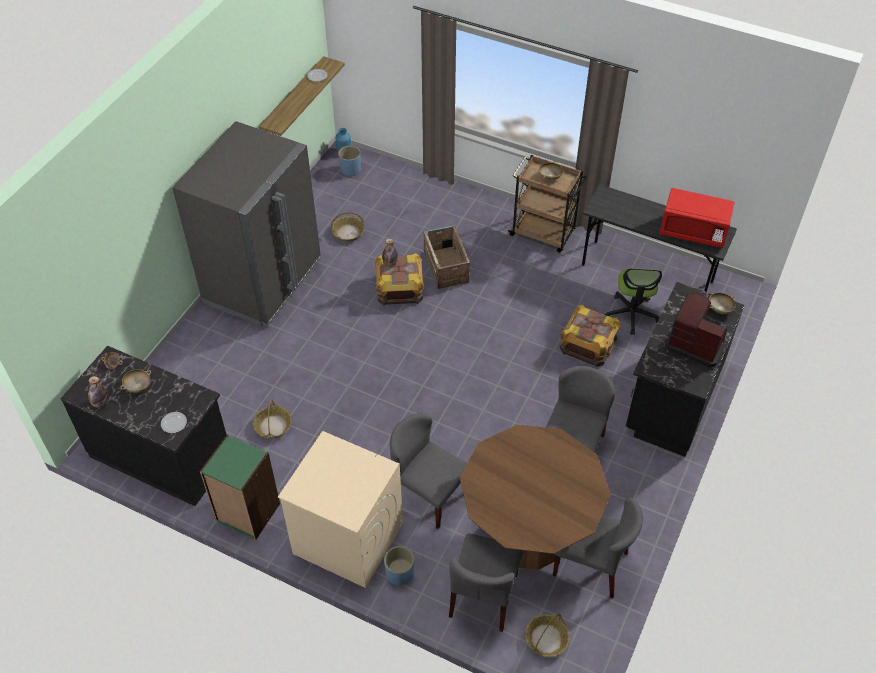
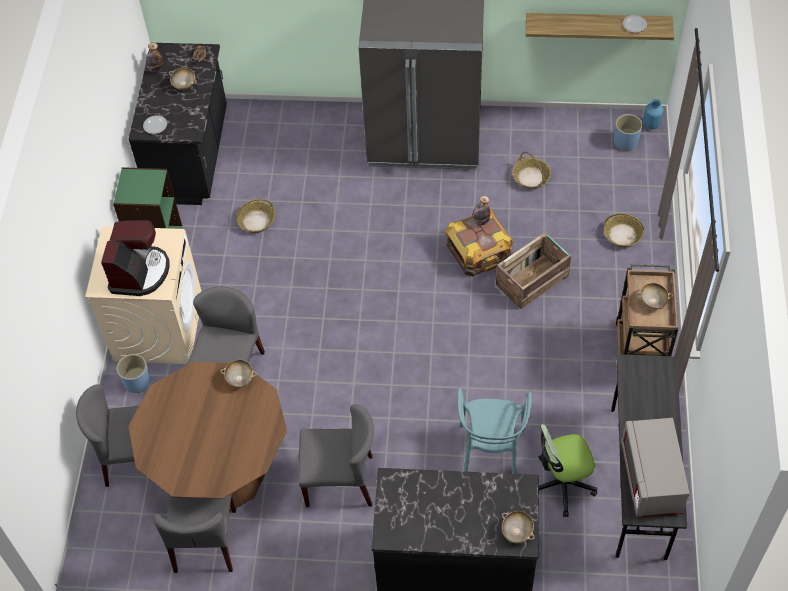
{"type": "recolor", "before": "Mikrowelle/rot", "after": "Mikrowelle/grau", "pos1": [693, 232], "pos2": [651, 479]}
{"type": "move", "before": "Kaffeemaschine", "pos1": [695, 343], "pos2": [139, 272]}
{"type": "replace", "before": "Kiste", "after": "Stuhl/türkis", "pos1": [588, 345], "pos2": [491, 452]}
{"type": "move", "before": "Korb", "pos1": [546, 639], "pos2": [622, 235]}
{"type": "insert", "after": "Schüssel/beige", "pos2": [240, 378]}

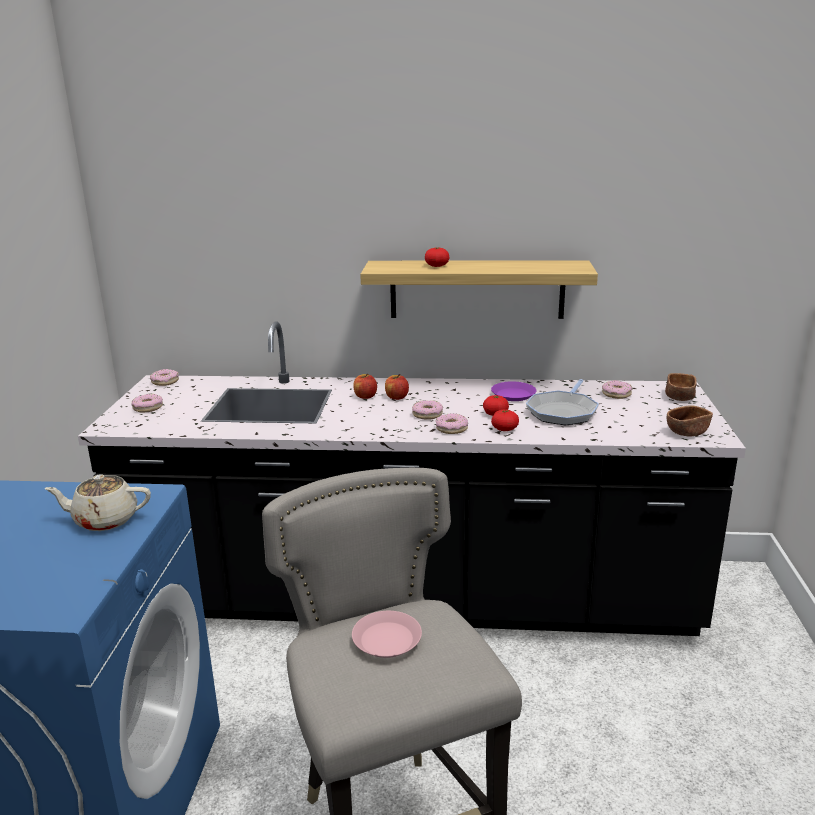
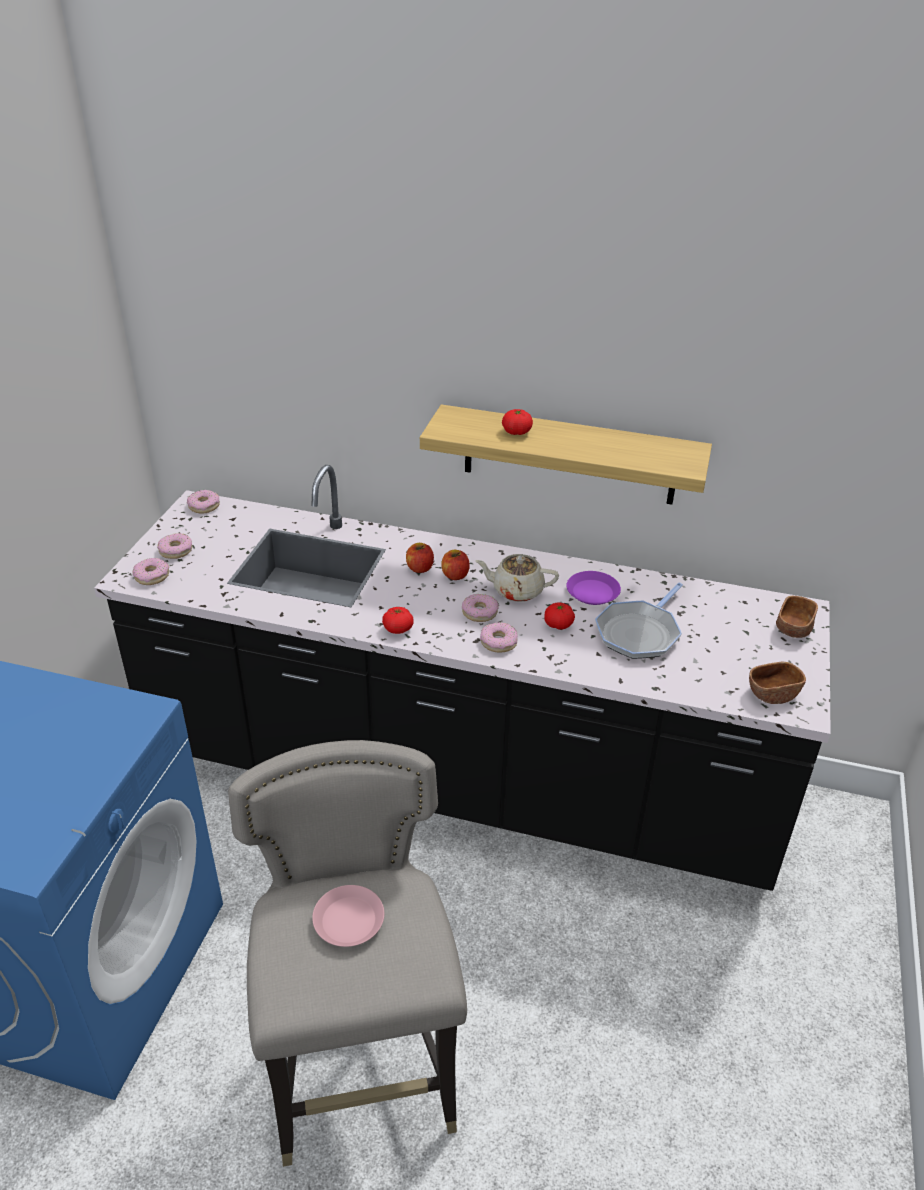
{"type": "move", "before": "Donut", "pos1": [616, 394], "pos2": [152, 576]}
{"type": "move", "before": "Tomate", "pos1": [504, 429], "pos2": [398, 629]}
{"type": "move", "before": "Teekanne/beige", "pos1": [104, 520], "pos2": [516, 590]}

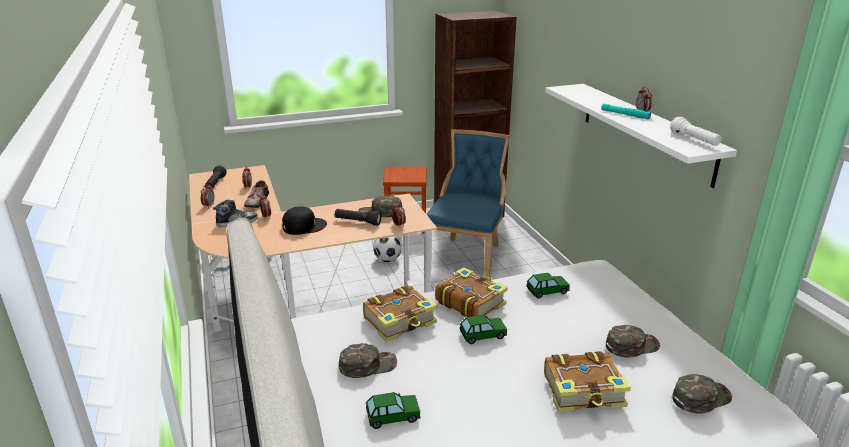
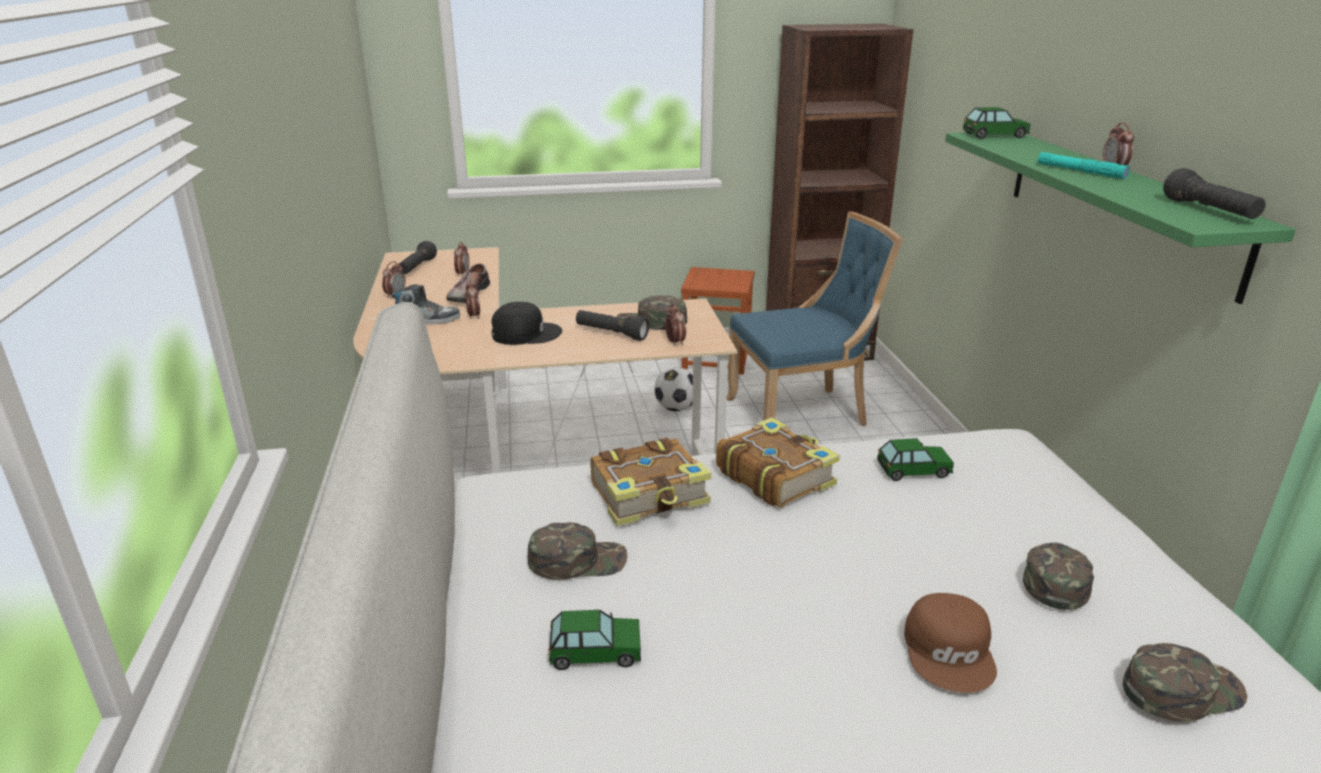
{"type": "recolor", "before": "Wandregal/weiß", "after": "Wandregal/grün", "pos1": [645, 131], "pos2": [1116, 205]}
{"type": "recolor", "before": "Taschenlampe/weiß", "after": "Taschenlampe/schwarz", "pos1": [694, 140], "pos2": [1209, 211]}
{"type": "rotate", "before": "Stuhl/blau", "pos1": [467, 256], "pos2": [802, 414], "turn": 45}
{"type": "move", "before": "Spielzeugauto", "pos1": [483, 335], "pos2": [994, 135]}
{"type": "rotate", "before": "Kappe/grün", "pos1": [631, 345], "pos2": [1054, 578], "turn": -60}
{"type": "replace", "before": "Buch", "after": "Kappe/braun", "pos1": [584, 391], "pos2": [950, 651]}

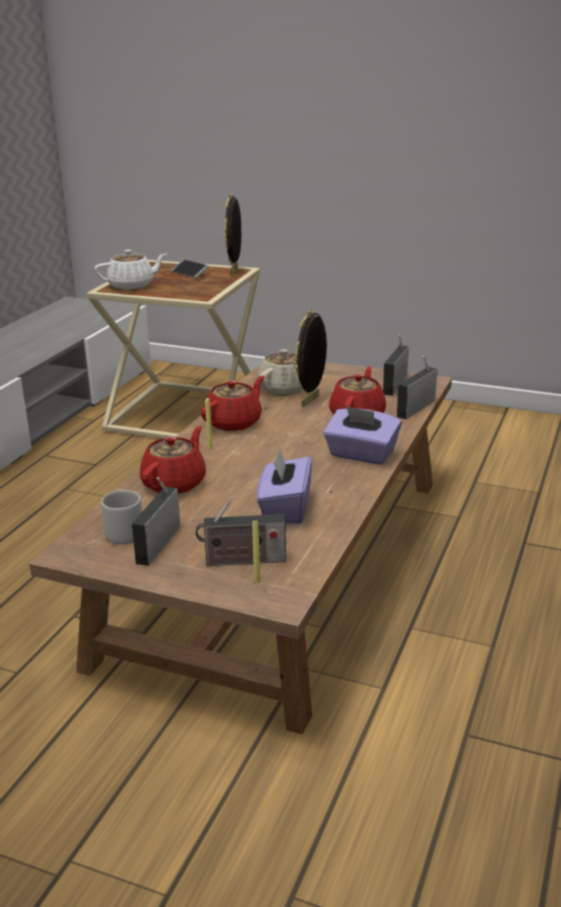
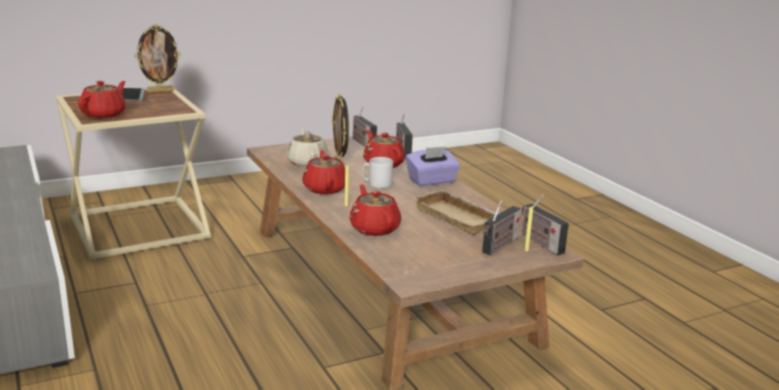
{"type": "rotate", "before": "Bilderrahmen", "pos1": [234, 271], "pos2": [160, 91], "turn": -75}
{"type": "recolor", "before": "Teekanne/weiß", "after": "Teekanne/rot", "pos1": [132, 286], "pos2": [104, 114]}
{"type": "replace", "before": "Taschentuchbox/lila", "after": "Tablett/beige", "pos1": [285, 508], "pos2": [459, 217]}
{"type": "move", "before": "Radio", "pos1": [159, 542], "pos2": [539, 243]}
{"type": "move", "before": "Henkelbecher/grau", "pos1": [122, 533], "pos2": [377, 184]}

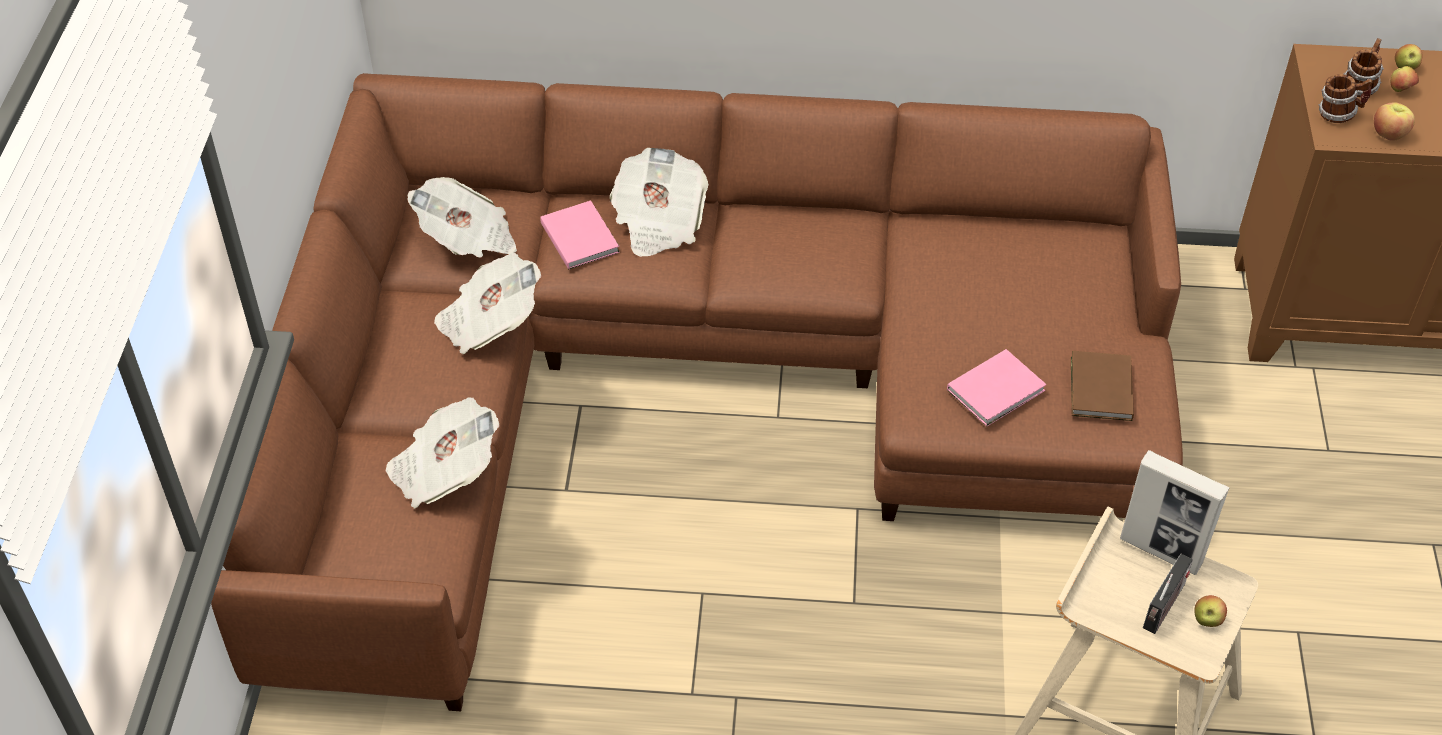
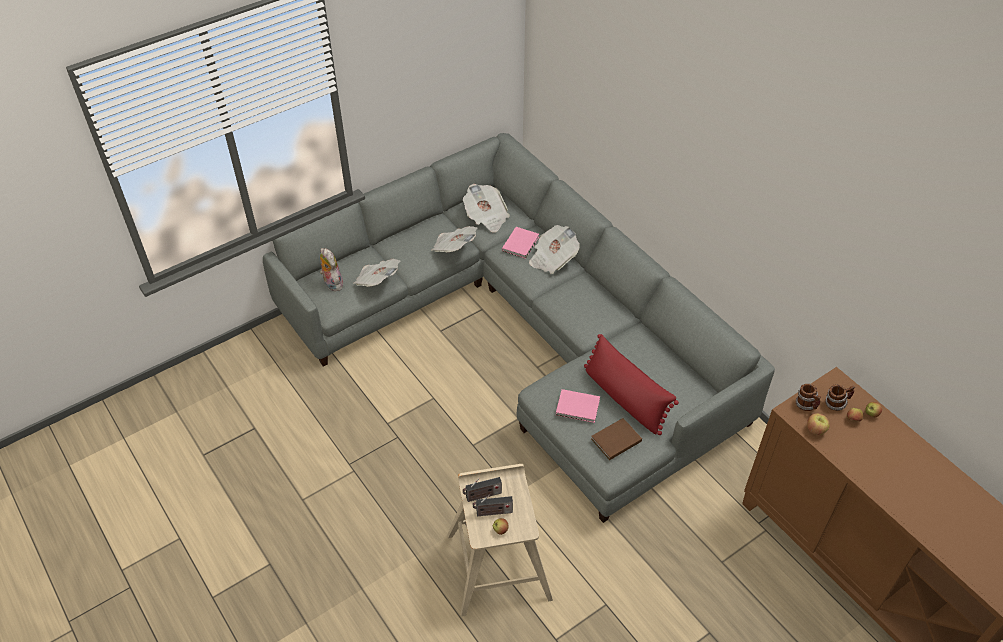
{"type": "recolor", "before": "Sofa/braun", "after": "Sofa/grau", "pos1": [679, 385], "pos2": [521, 329]}
{"type": "delete", "before": "Bilderrahmen", "pos1": [1161, 551]}
{"type": "insert", "after": "Plüschtier", "pos2": [331, 283]}
{"type": "insert", "after": "Kissen/rot", "pos2": [625, 398]}
{"type": "insert", "after": "Radio", "pos2": [482, 496]}

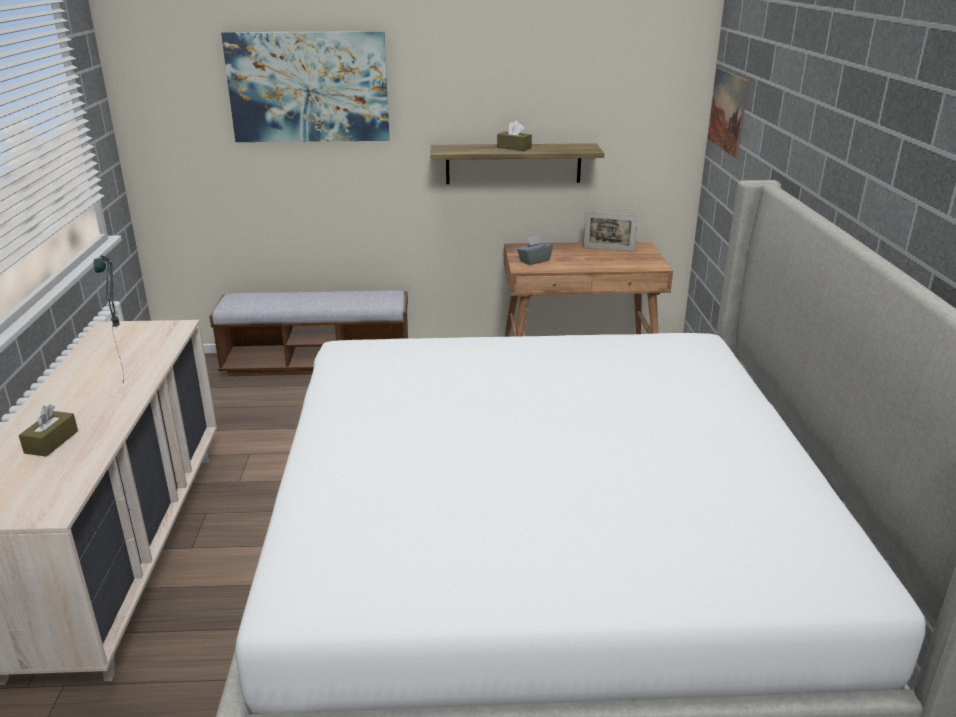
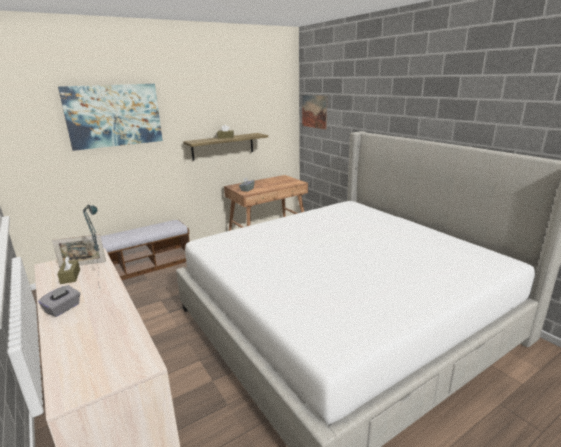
{"type": "move", "before": "Bilderrahmen", "pos1": [608, 249], "pos2": [83, 264]}
{"type": "move", "before": "Taschentuchbox/braun", "pos1": [51, 442], "pos2": [70, 276]}
{"type": "insert", "after": "Taschentuchbox/grau", "pos2": [63, 309]}

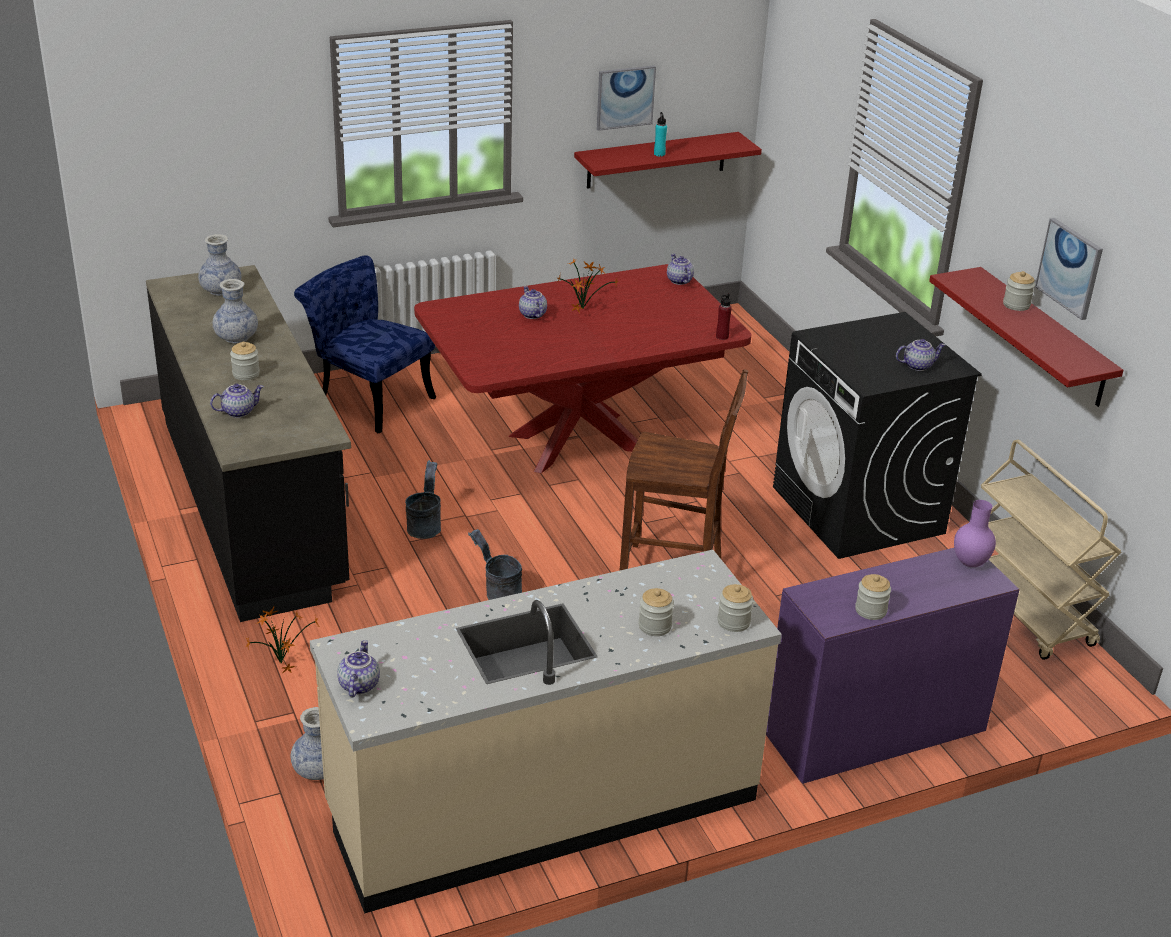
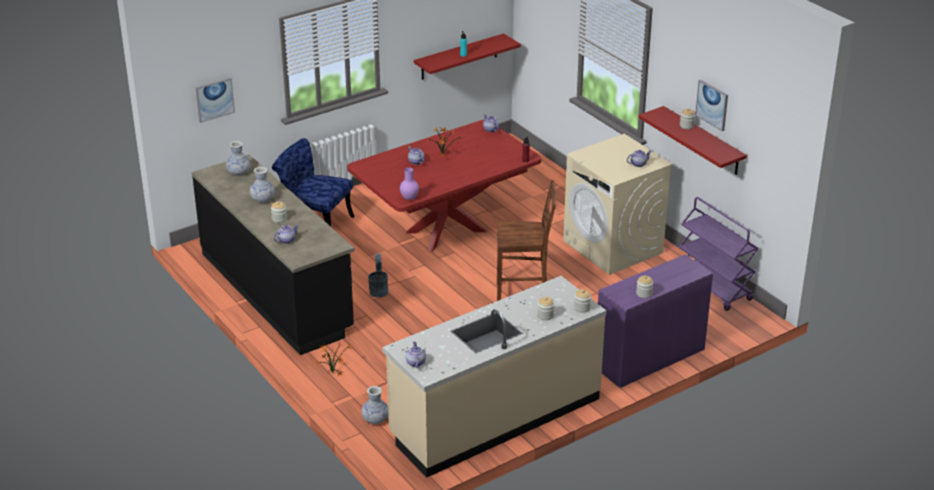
{"type": "move", "before": "Bild", "pos1": [625, 97], "pos2": [214, 99]}
{"type": "recolor", "before": "Waschmaschine/schwarz", "after": "Waschmaschine/beige", "pos1": [858, 511], "pos2": [613, 247]}
{"type": "recolor", "before": "Rollwagen/beige", "after": "Rollwagen/lila", "pos1": [1027, 612], "pos2": [714, 288]}
{"type": "move", "before": "Vase/lila", "pos1": [969, 564], "pos2": [409, 199]}
{"type": "delete", "before": "Eimer/grau", "pos1": [498, 592]}

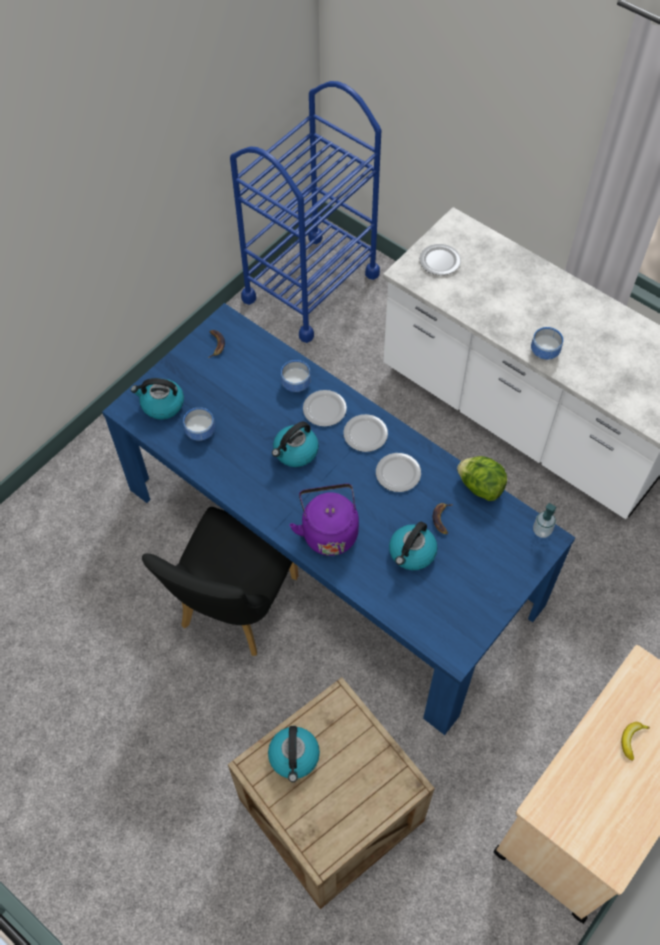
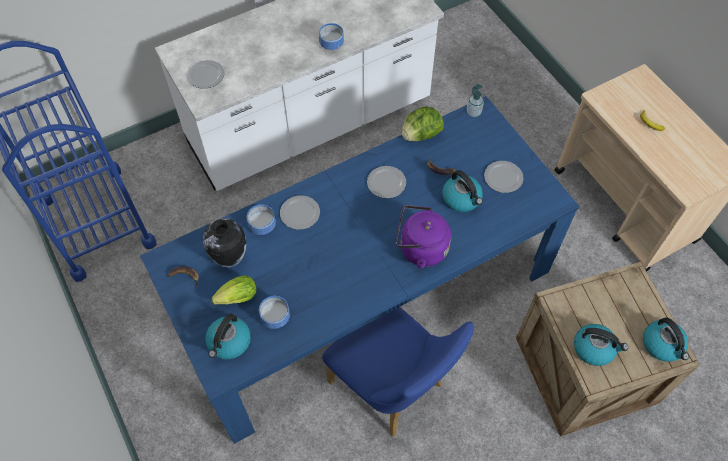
{"type": "move", "before": "Teller", "pos1": [365, 433], "pos2": [502, 177]}
{"type": "move", "before": "Wasserkessel", "pos1": [295, 452], "pos2": [662, 345]}
{"type": "recolor", "before": "Stuhl/schwarz", "after": "Stuhl/blau", "pos1": [234, 609], "pos2": [392, 388]}
{"type": "insert", "after": "Vase", "pos2": [229, 258]}
{"type": "insert", "after": "Salatkopf", "pos2": [235, 298]}

